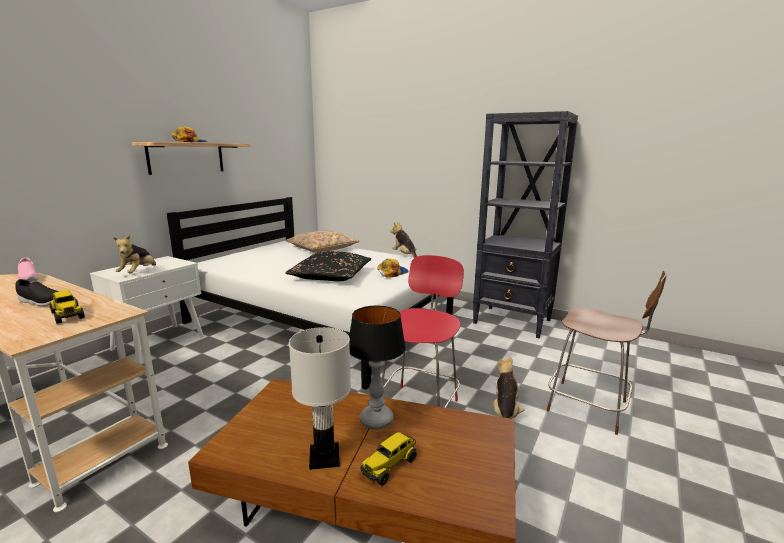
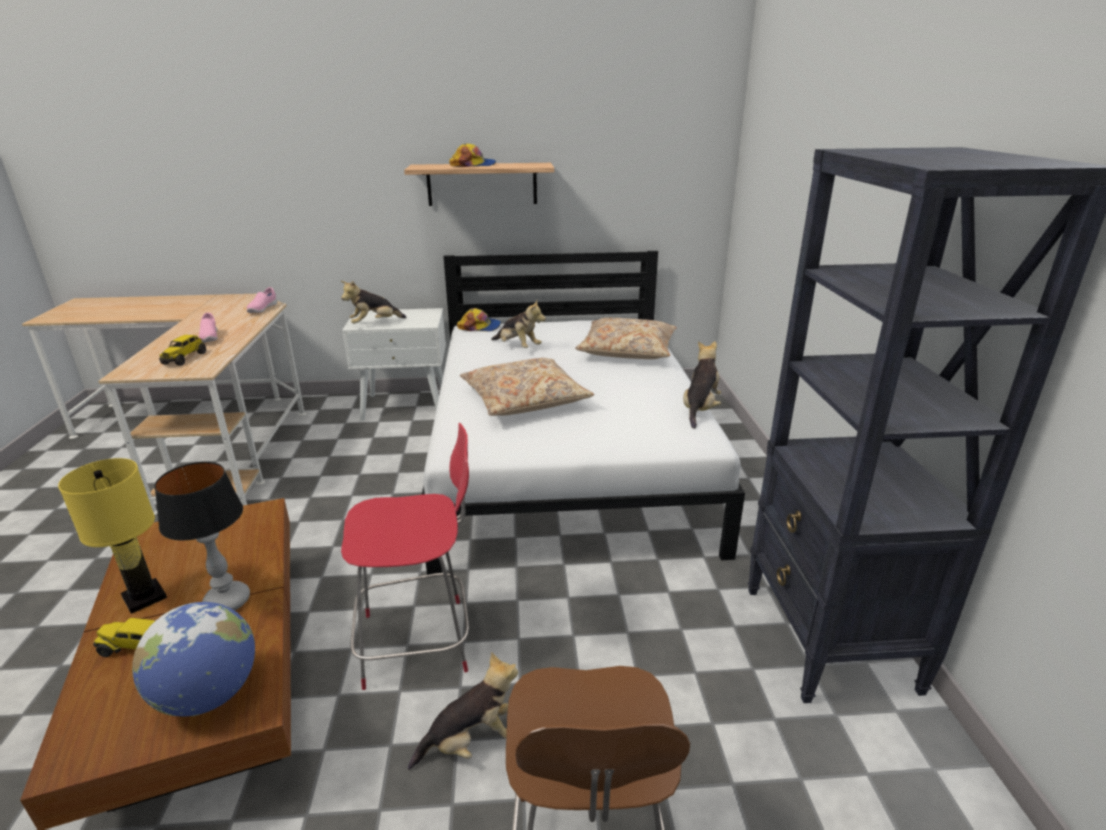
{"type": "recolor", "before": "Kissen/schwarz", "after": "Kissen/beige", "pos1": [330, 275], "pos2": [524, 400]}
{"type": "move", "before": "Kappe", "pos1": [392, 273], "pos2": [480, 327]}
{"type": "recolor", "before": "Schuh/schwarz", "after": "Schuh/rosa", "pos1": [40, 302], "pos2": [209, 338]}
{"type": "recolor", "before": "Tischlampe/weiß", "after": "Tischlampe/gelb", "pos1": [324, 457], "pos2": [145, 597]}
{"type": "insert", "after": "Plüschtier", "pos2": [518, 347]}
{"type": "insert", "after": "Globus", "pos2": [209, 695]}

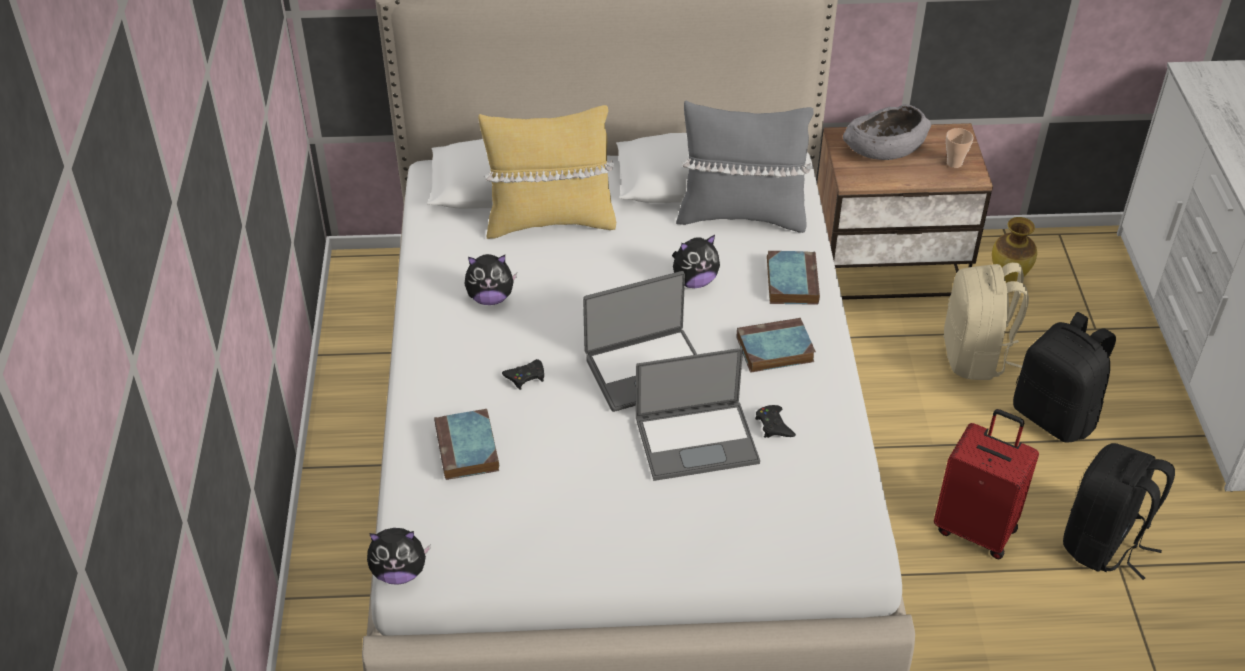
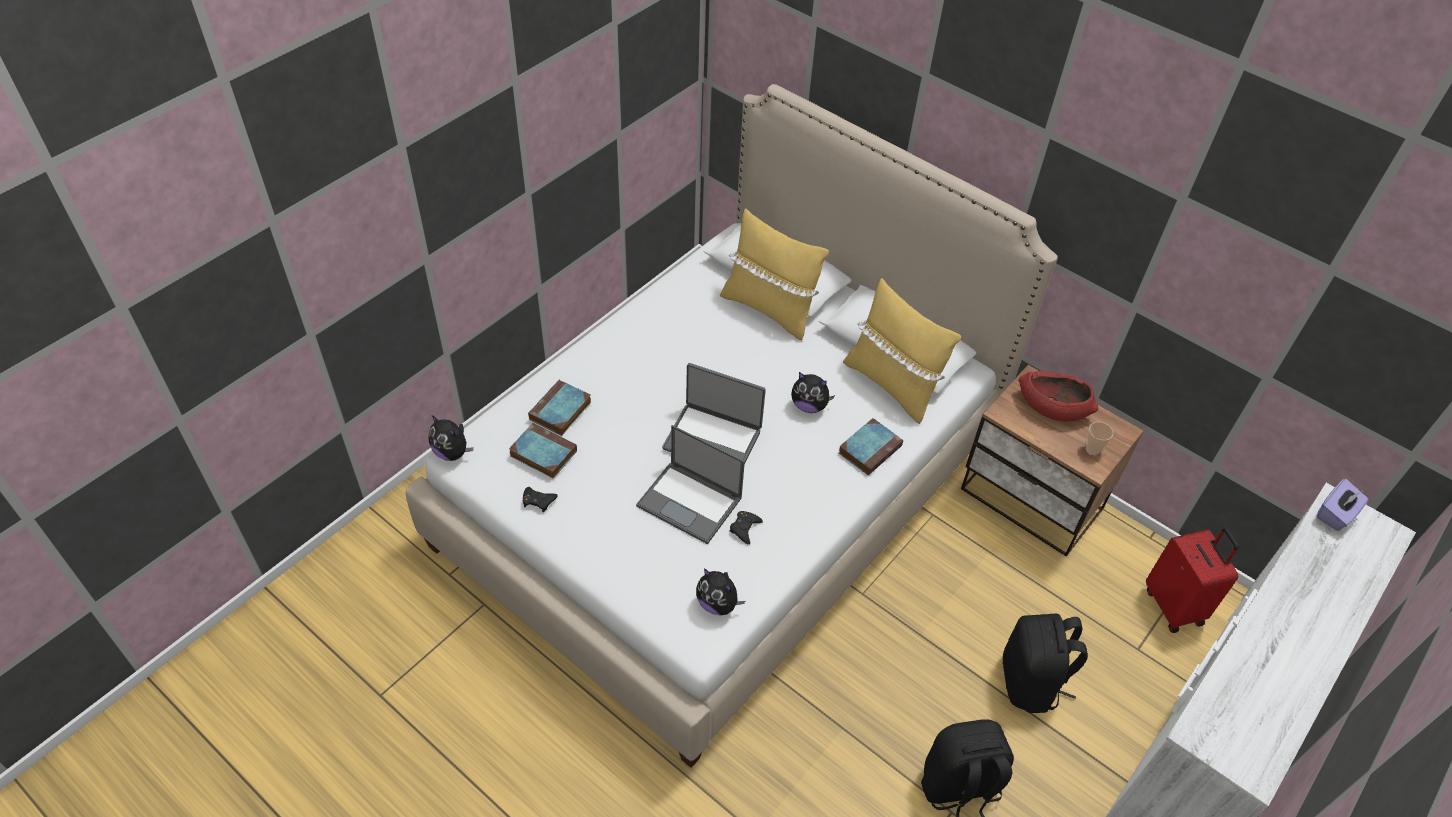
{"type": "recolor", "before": "Kissen/grau", "after": "Kissen/gelb", "pos1": [741, 215], "pos2": [892, 384]}
{"type": "recolor", "before": "Schüssel/grau", "after": "Schüssel/rot", "pos1": [884, 149], "pos2": [1052, 406]}
{"type": "delete", "before": "Vase", "pos1": [1008, 278]}
{"type": "move", "before": "Plüschtier", "pos1": [490, 298], "pos2": [718, 604]}
{"type": "delete", "before": "Rucksack/beige", "pos1": [975, 357]}
{"type": "move", "before": "Buch", "pos1": [773, 350], "pos2": [542, 453]}
{"type": "move", "before": "Gamepad/schwarz", "pos1": [525, 377], "pos2": [538, 501]}
{"type": "move", "before": "Koffer/rot", "pos1": [976, 528], "pos2": [1174, 606]}
{"type": "insert", "after": "Taschentuchbox/lila", "pos2": [1335, 514]}

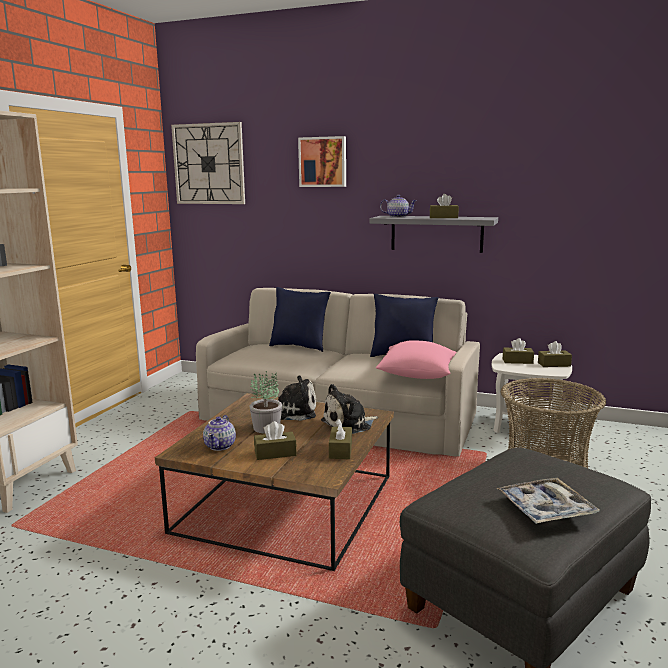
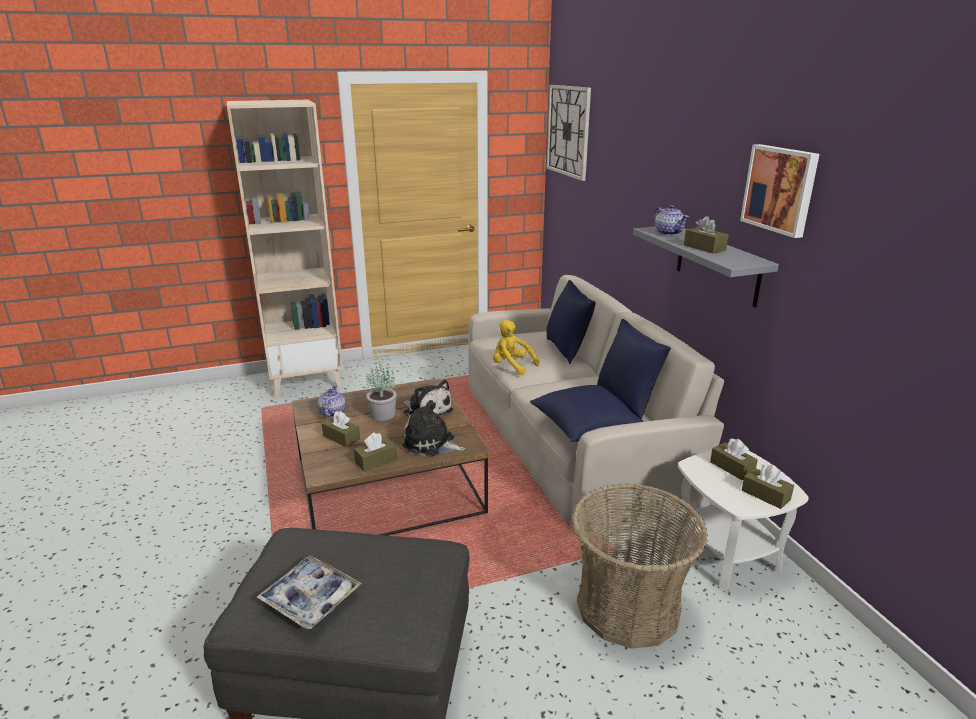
{"type": "move", "before": "Bild", "pos1": [323, 162], "pos2": [780, 189]}
{"type": "recolor", "before": "Kissen/rosa", "after": "Kissen/blau", "pos1": [417, 375], "pos2": [584, 427]}
{"type": "rotate", "before": "Teekanne", "pos1": [220, 446], "pos2": [332, 413], "turn": 120}
{"type": "insert", "after": "Plüschtier/gelb", "pos2": [512, 366]}

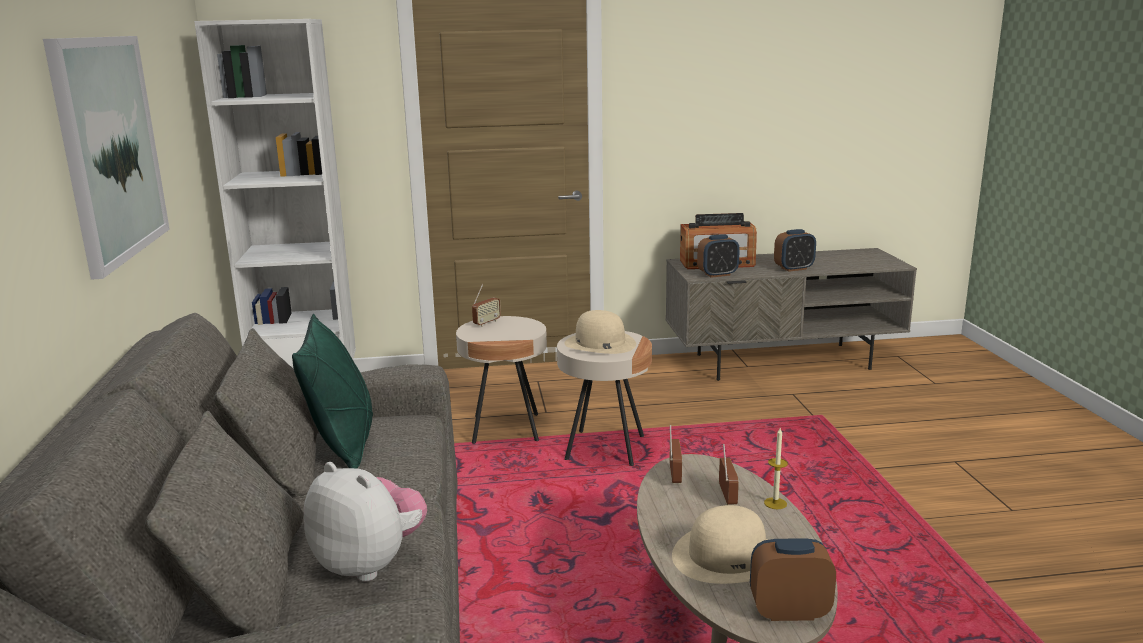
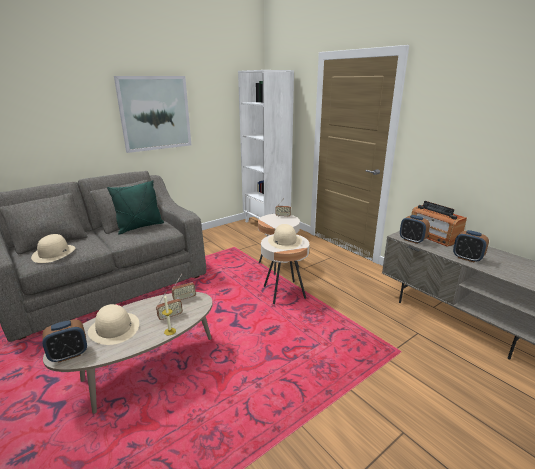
{"type": "replace", "before": "Plüschtier", "after": "Hut/beige", "pos1": [370, 564], "pos2": [54, 253]}
{"type": "rotate", "before": "Wecker", "pos1": [789, 611], "pos2": [69, 355], "turn": 90}

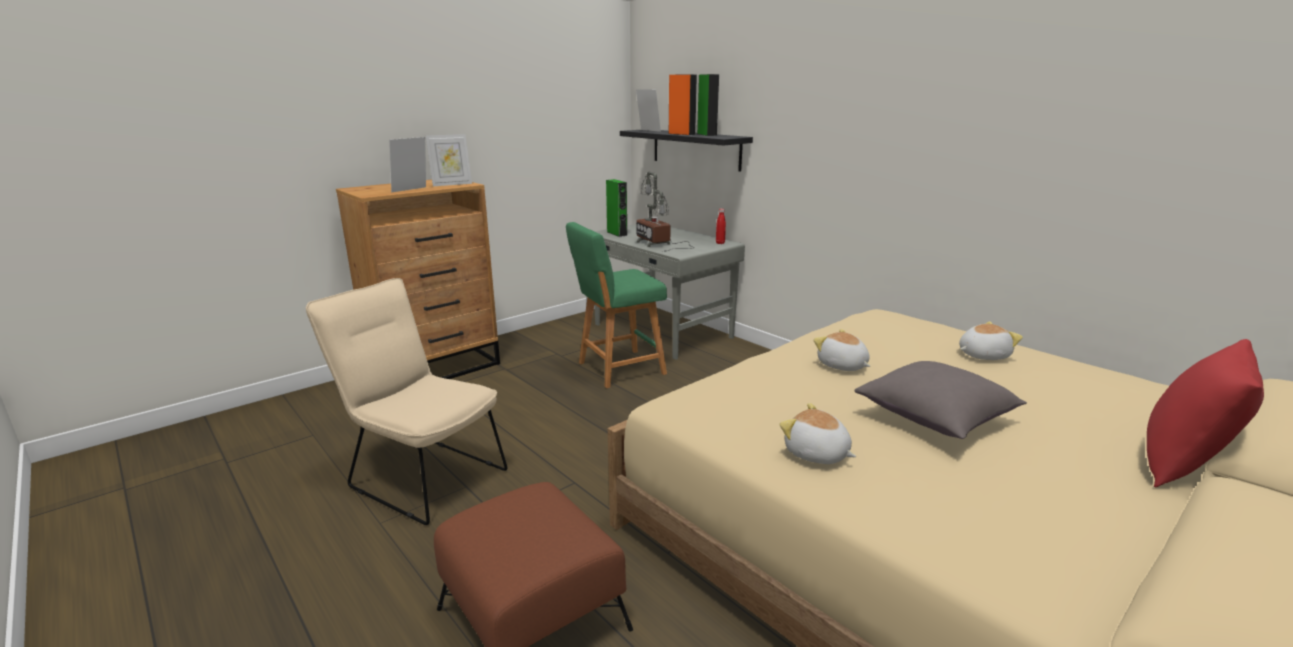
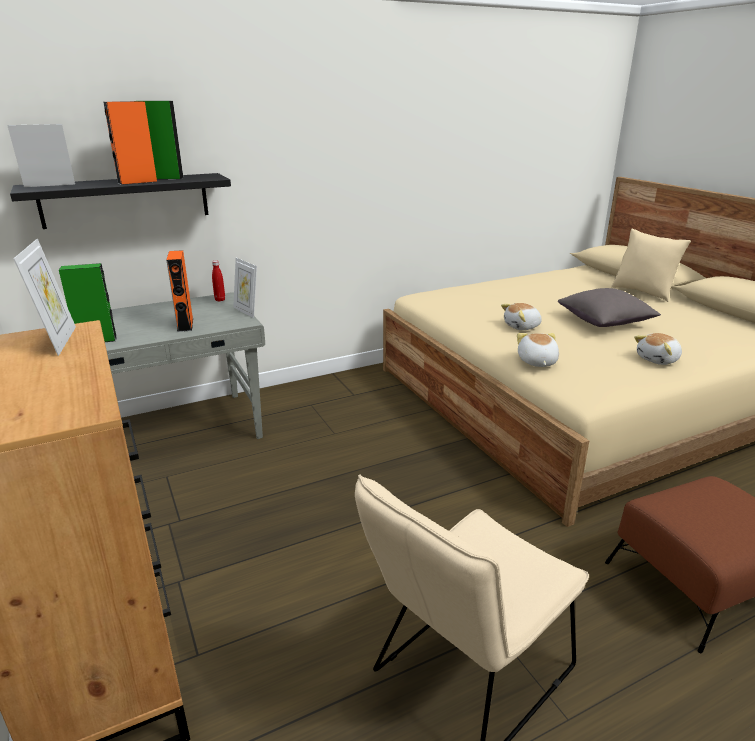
{"type": "move", "before": "Bilderrahmen", "pos1": [411, 190], "pos2": [247, 311]}
{"type": "replace", "before": "Tischlampe", "after": "Lautsprecher/orange", "pos1": [659, 244], "pos2": [185, 325]}
{"type": "delete", "before": "Hocker/grün", "pos1": [617, 369]}
{"type": "move", "before": "Plüschtier", "pos1": [982, 355], "pos2": [536, 362]}
{"type": "recolor", "before": "Kissen/rot", "after": "Kissen/beige", "pos1": [1182, 466], "pos2": [643, 292]}

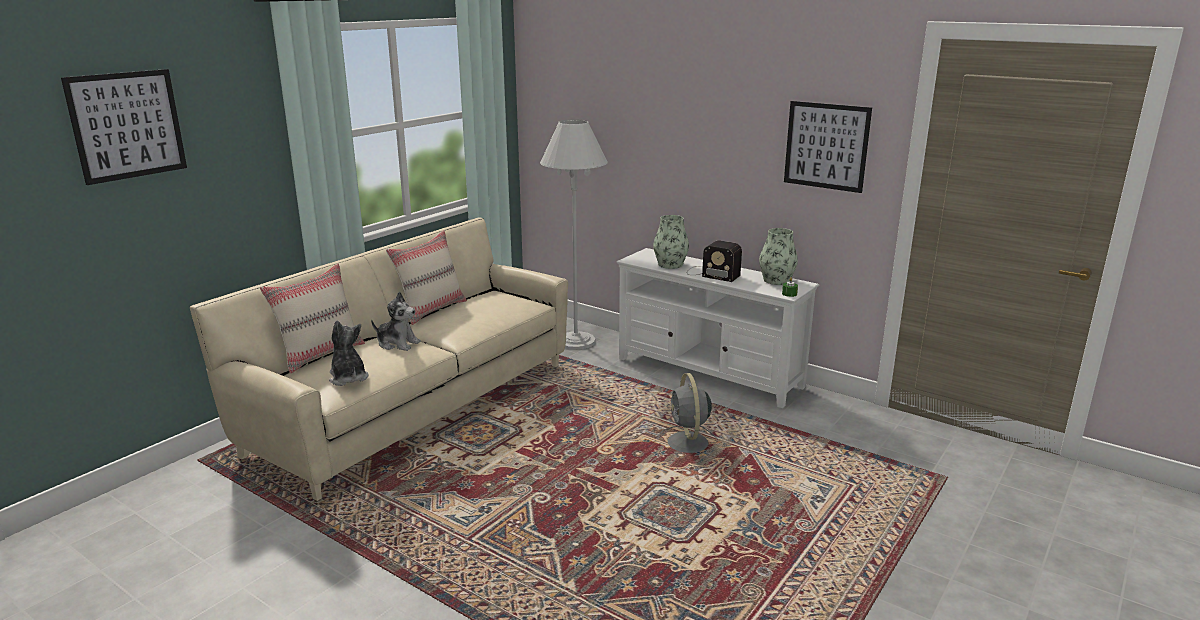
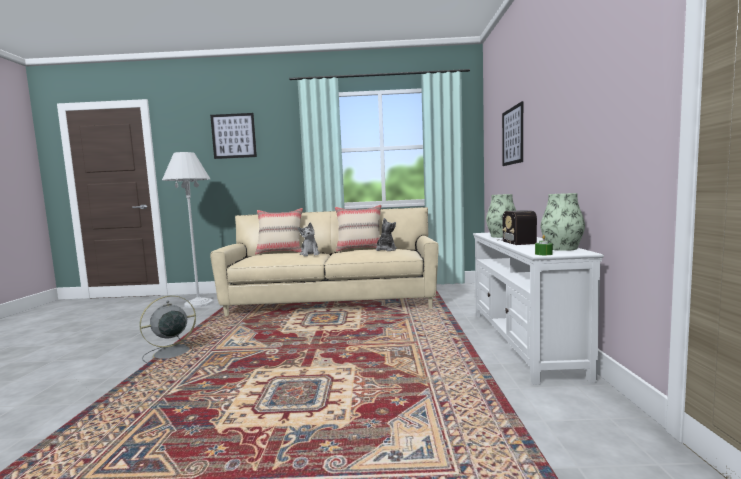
{"type": "move", "before": "Bild", "pos1": [826, 146], "pos2": [512, 136]}
{"type": "move", "before": "Stehlampe/weiß", "pos1": [576, 341], "pos2": [198, 303]}
{"type": "move", "before": "Plüschtier", "pos1": [348, 378], "pos2": [386, 250]}
{"type": "move", "before": "Ventilator/grau", "pos1": [688, 444], "pos2": [170, 353]}

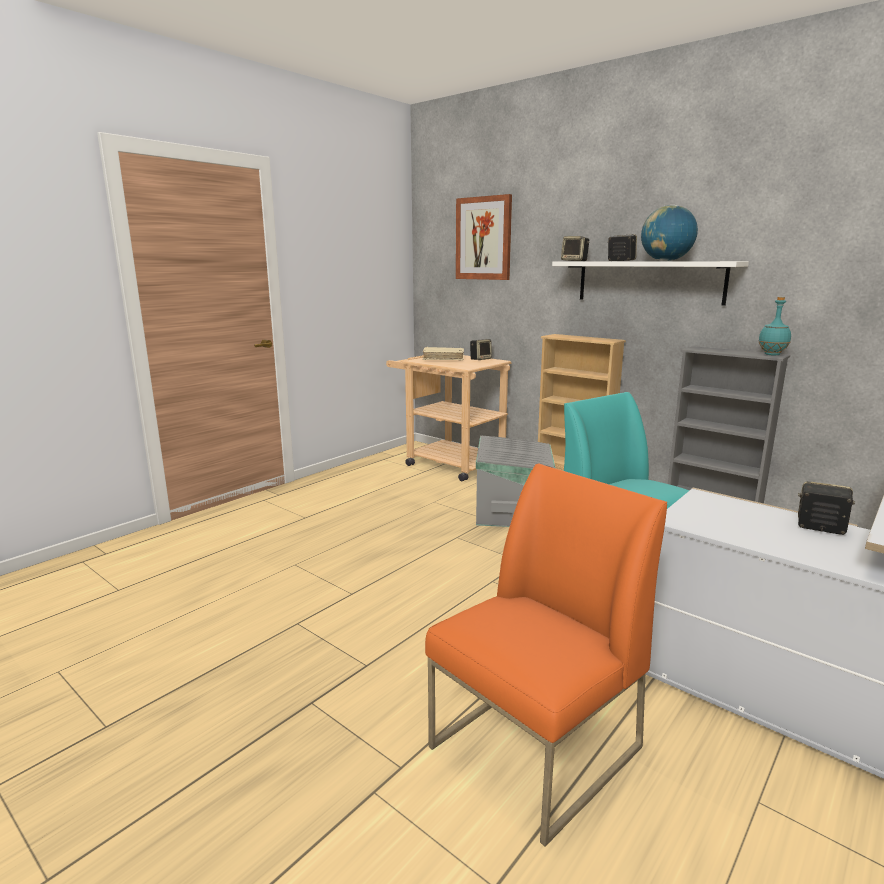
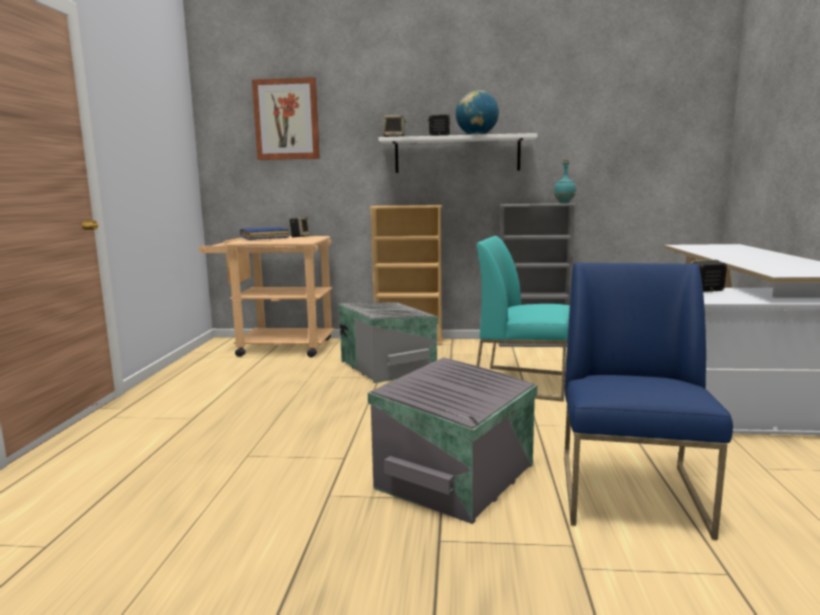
{"type": "recolor", "before": "Buch/beige", "after": "Buch/blau", "pos1": [443, 358], "pos2": [264, 238]}
{"type": "recolor", "before": "Stuhl/orange", "after": "Stuhl/blau", "pos1": [535, 749], "pos2": [632, 495]}
{"type": "insert", "after": "Aufbewahrungsbox/grau", "pos2": [458, 476]}

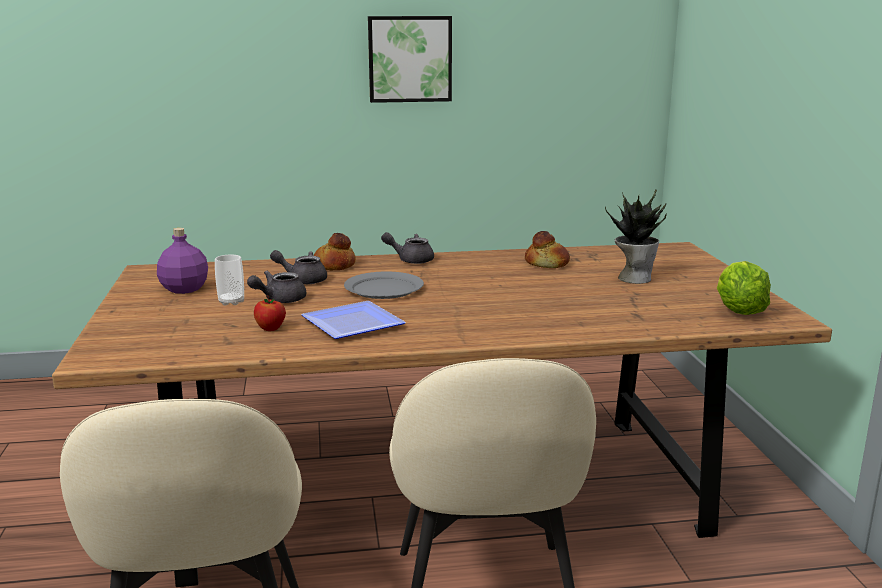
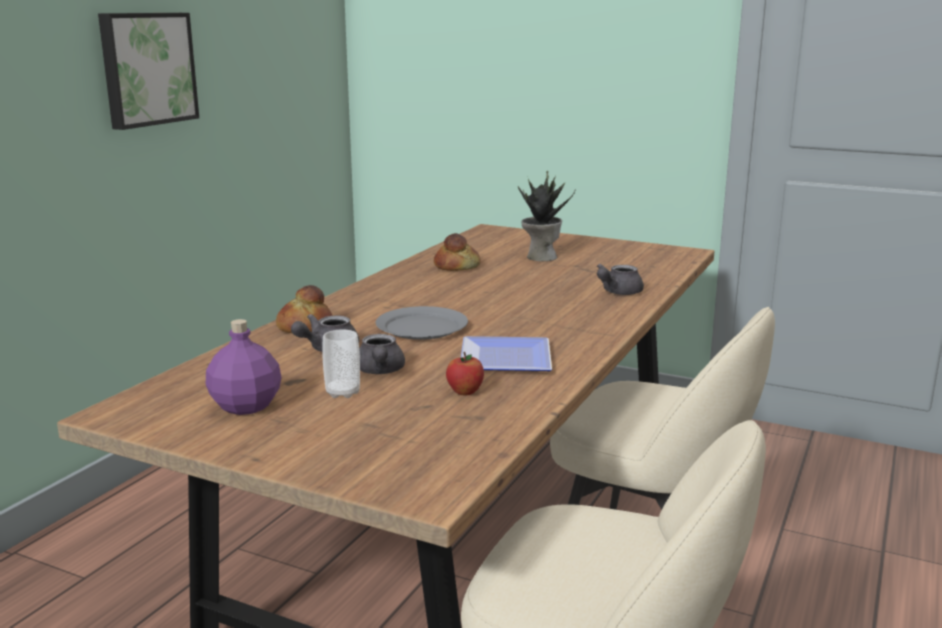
{"type": "move", "before": "Teekanne/grau", "pos1": [411, 260], "pos2": [617, 292]}
{"type": "delete", "before": "Salatkopf", "pos1": [738, 311]}

